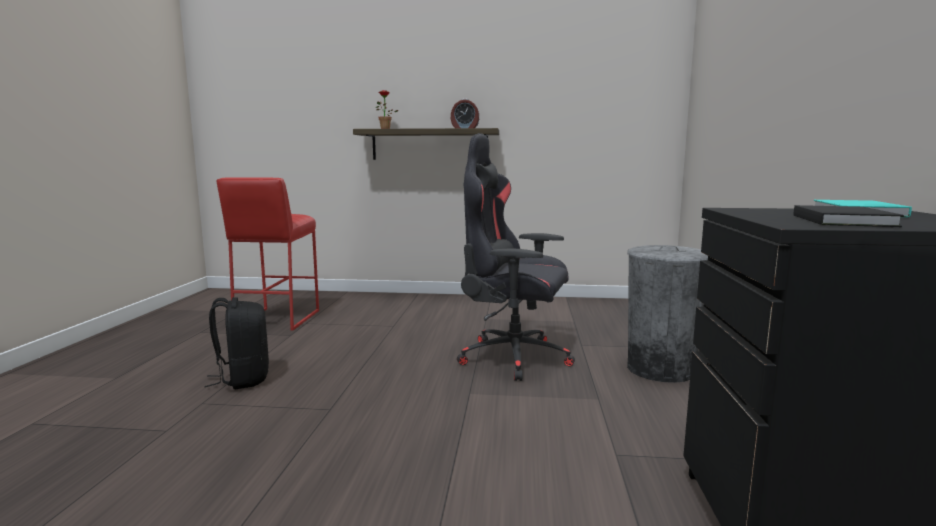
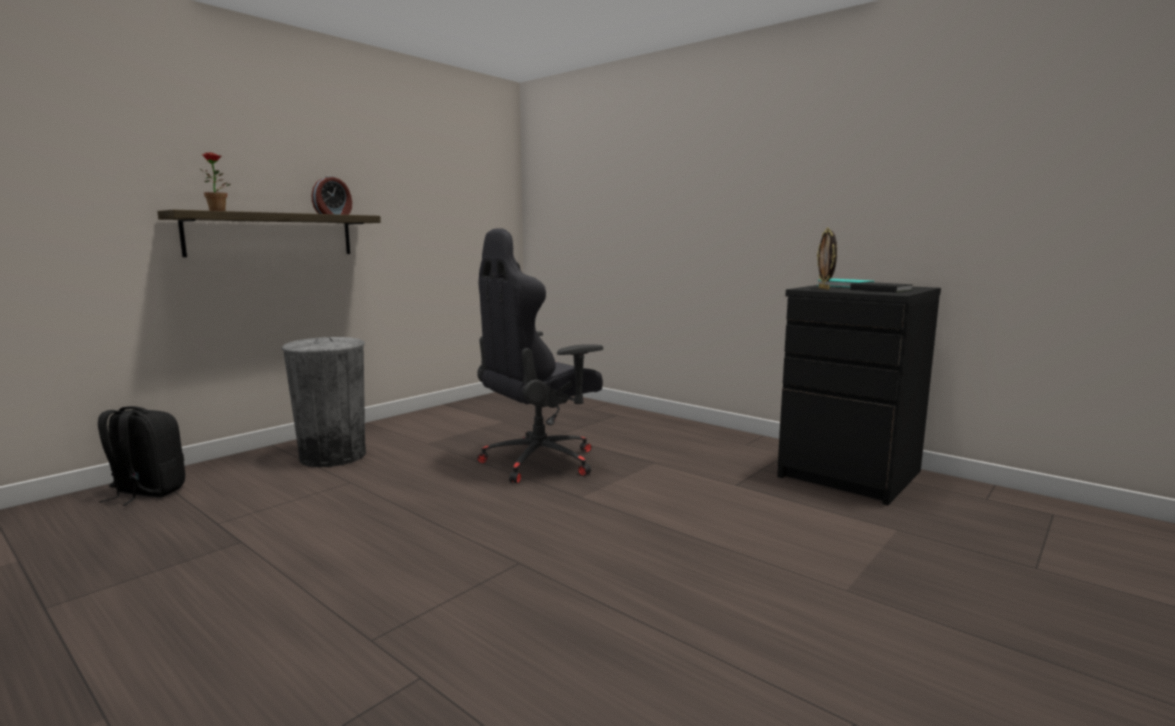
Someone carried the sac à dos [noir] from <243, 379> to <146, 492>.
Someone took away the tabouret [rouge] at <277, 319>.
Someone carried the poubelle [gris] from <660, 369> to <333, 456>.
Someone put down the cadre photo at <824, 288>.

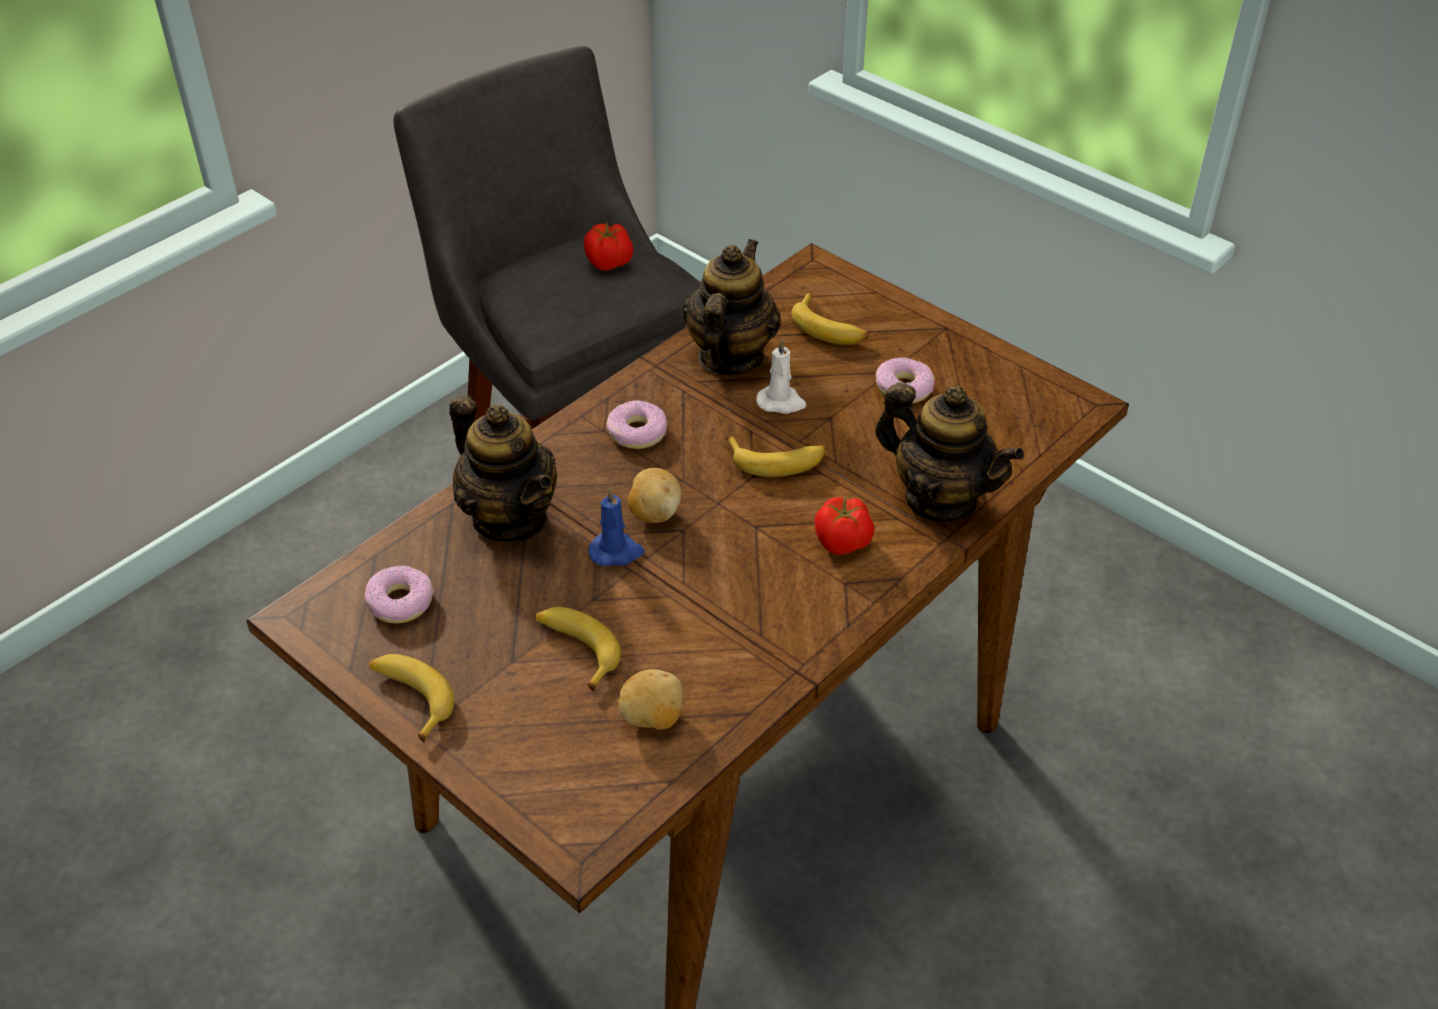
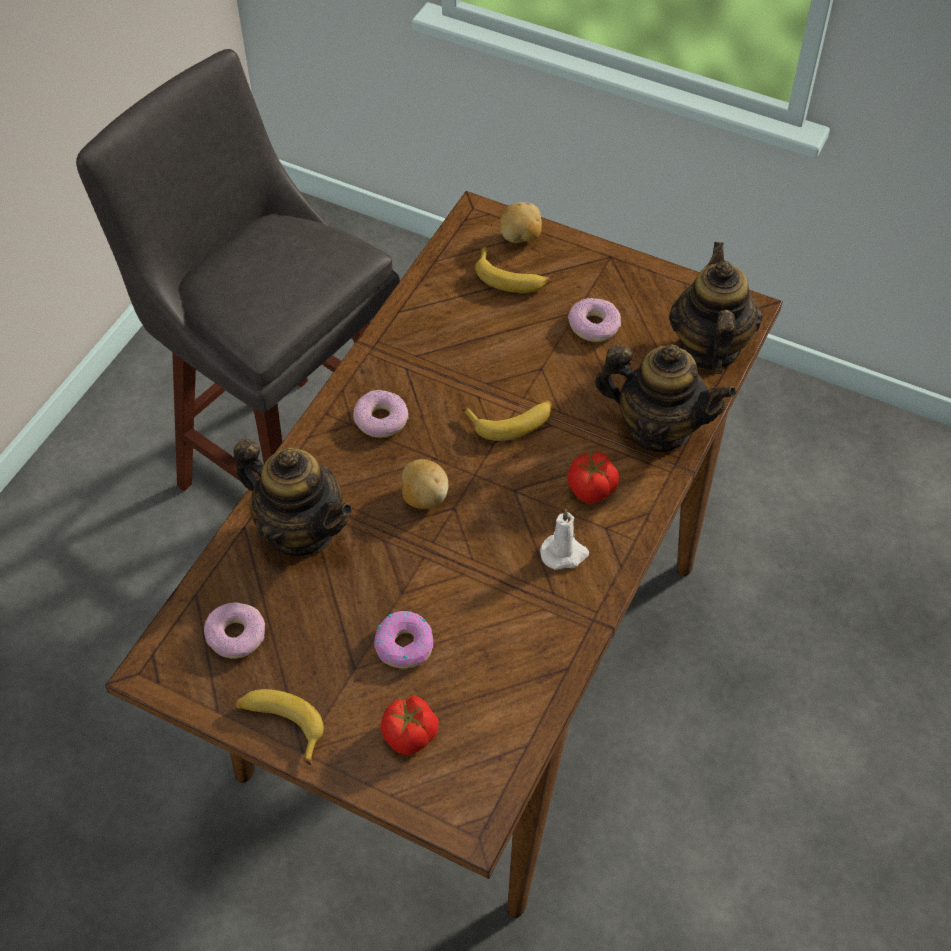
Someone swapped the banane at <576, 650> for the beignet at <404, 644>.
Someone carried the tomate from <610, 263> to <411, 735>.
Someone took away the bougie [bleu] at <616, 552>.
Someone carried the pomme de terre from <652, 718> to <520, 237>.
Someone carried the théière from <729, 357> to <708, 348>.
Someone carried the bougie [blanc] from <781, 402> to <564, 553>.

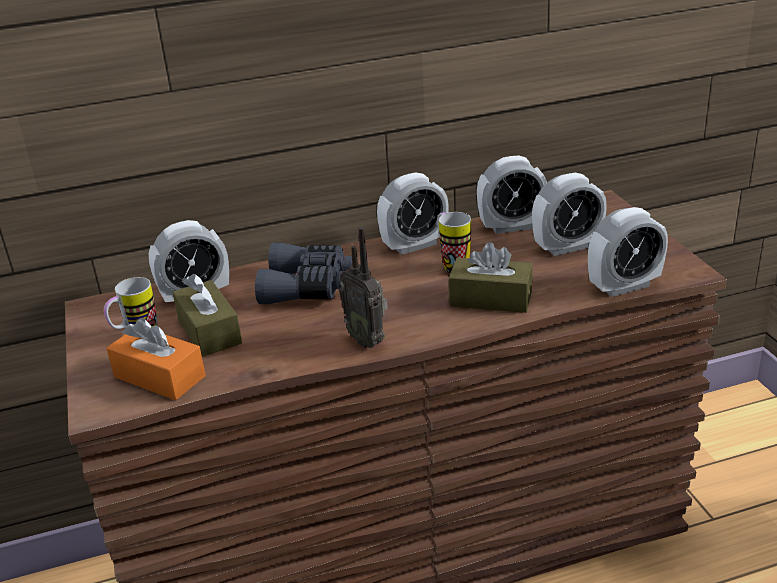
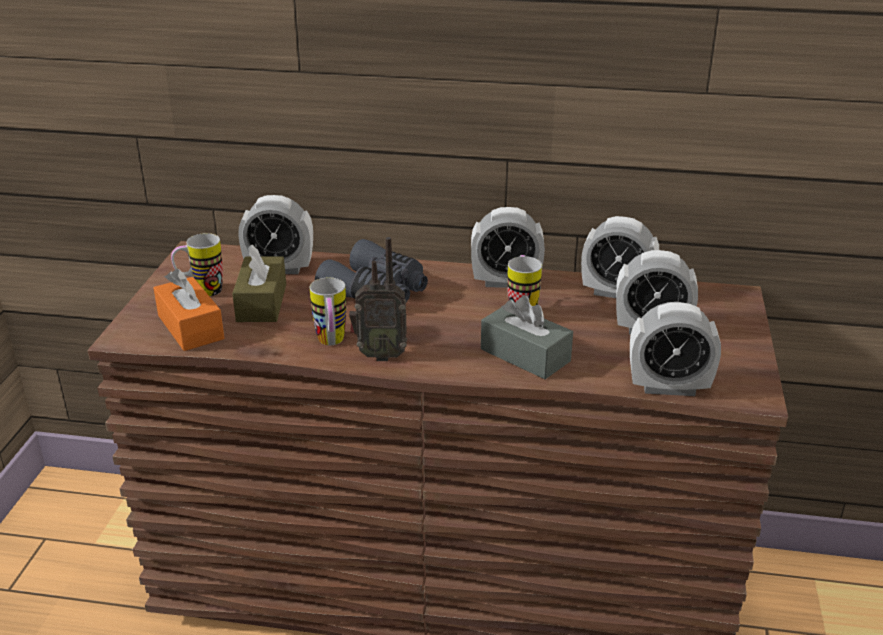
Someone rotated the radio at <368, 340> by 75 degrees counterclockwise.
Someone repainted the boîte à mouchoirs [marron] at <490, 299>, which became the boîte à mouchoirs [gris] at <525, 355>.
Someone put down the mug at <331, 343>.

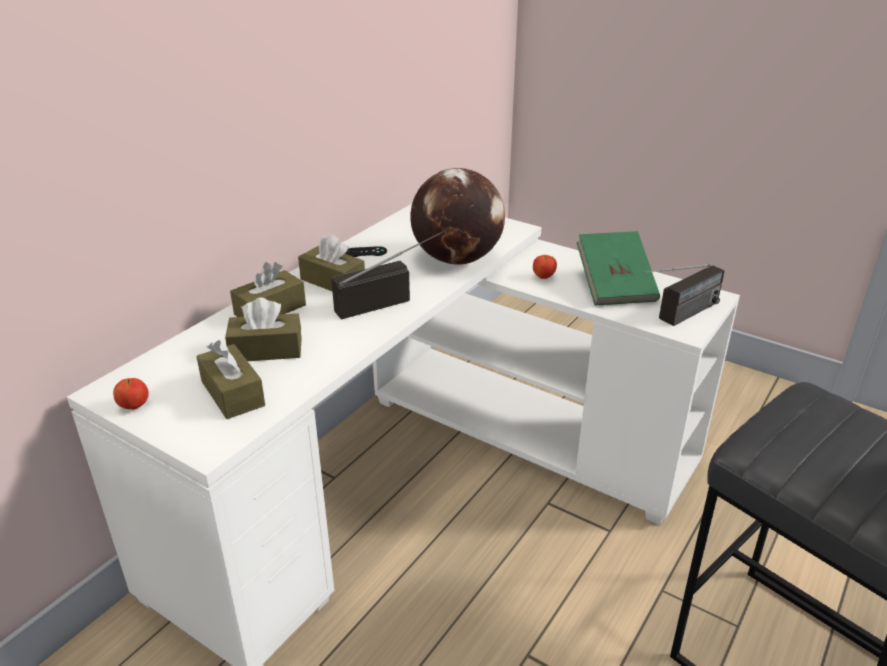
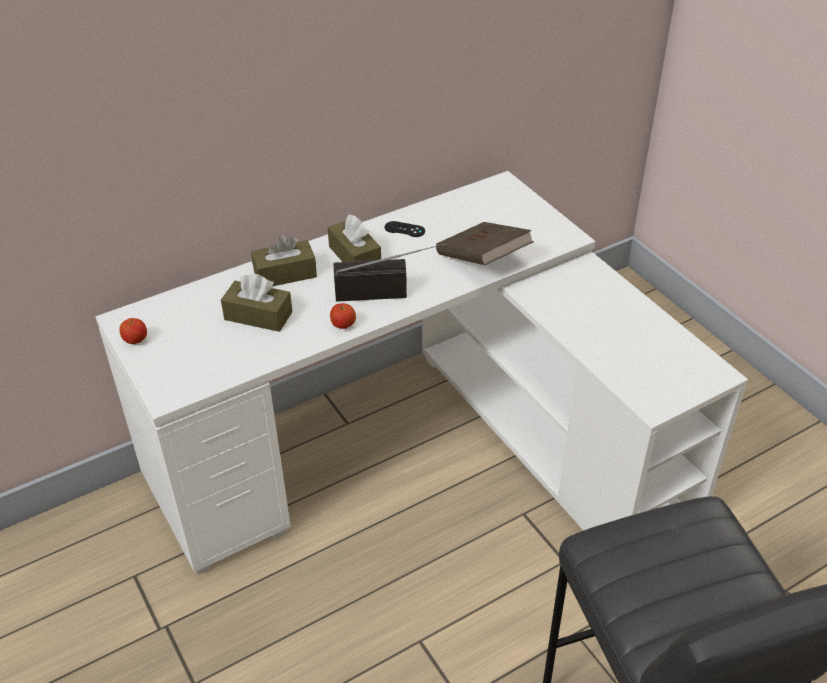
Someone took away the boîte à mouchoirs [marron] at <232, 393>.
Someone swapped the globe at <457, 259> for the livre [marron] at <482, 260>.
Someone carried the pomme from <544, 277> to <343, 326>.
Someone took away the livre [vert] at <615, 287>.
Someone took away the radio at <678, 318>.

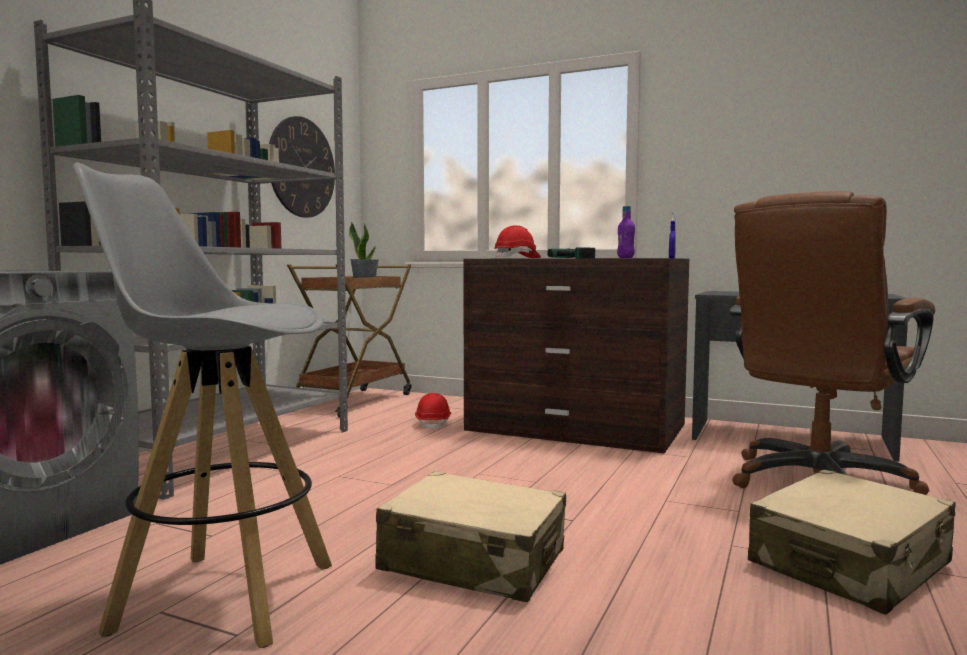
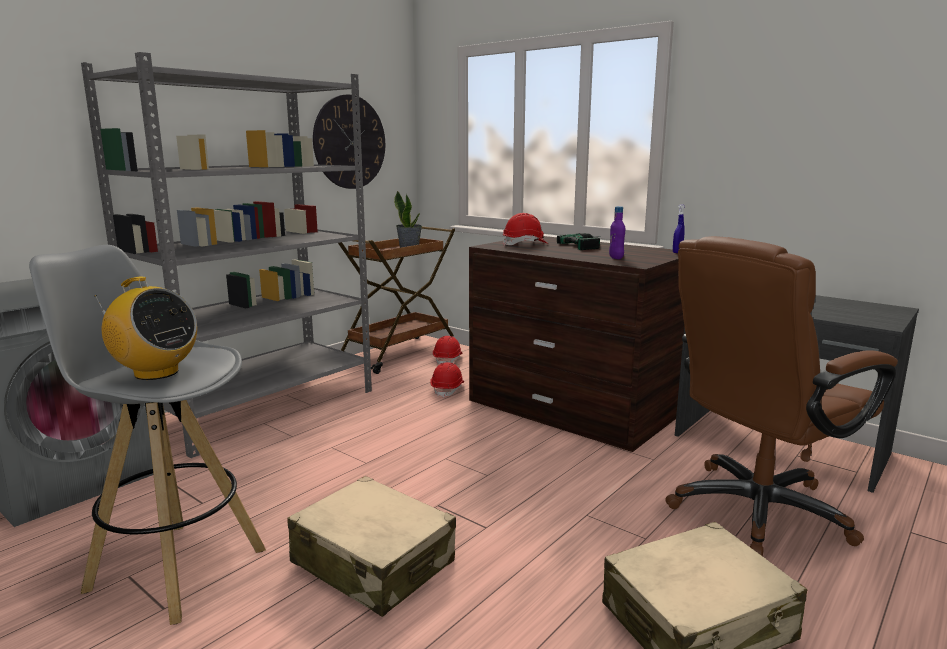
Someone put down the radio at <156, 373>.
Someone put down the casque de chantier [rouge] at <448, 360>.

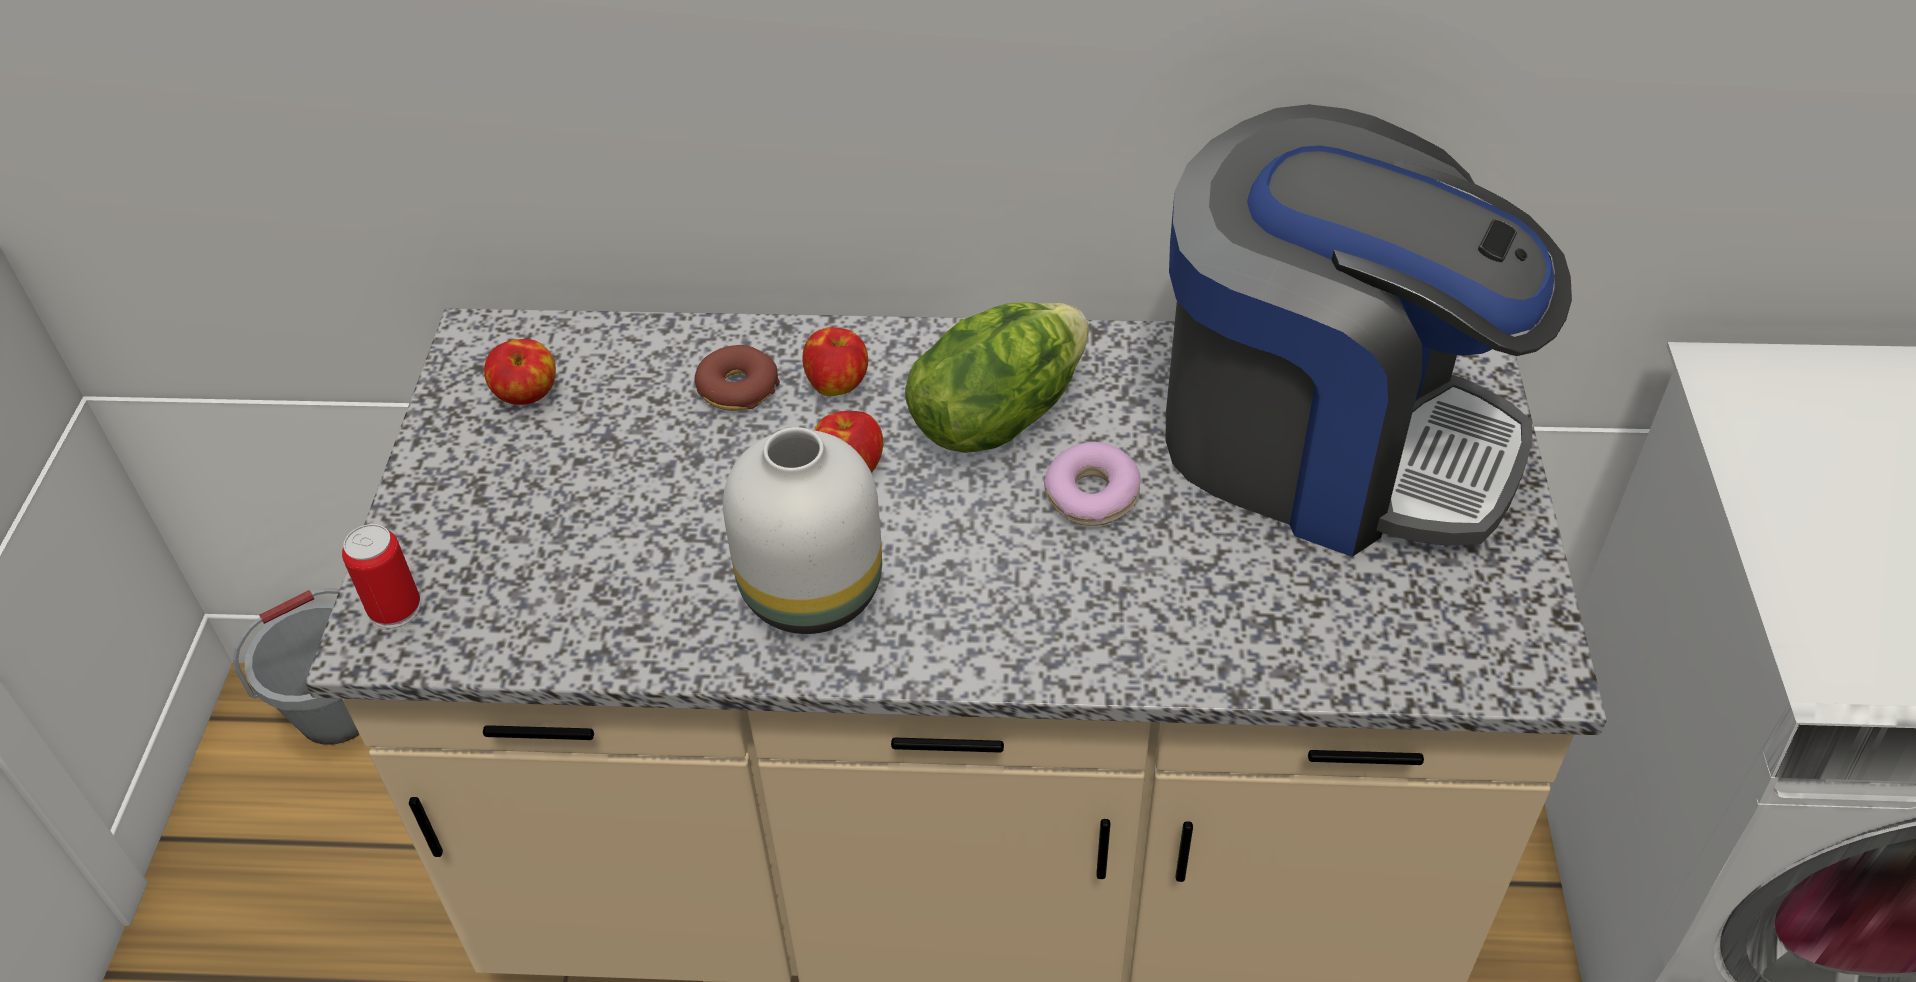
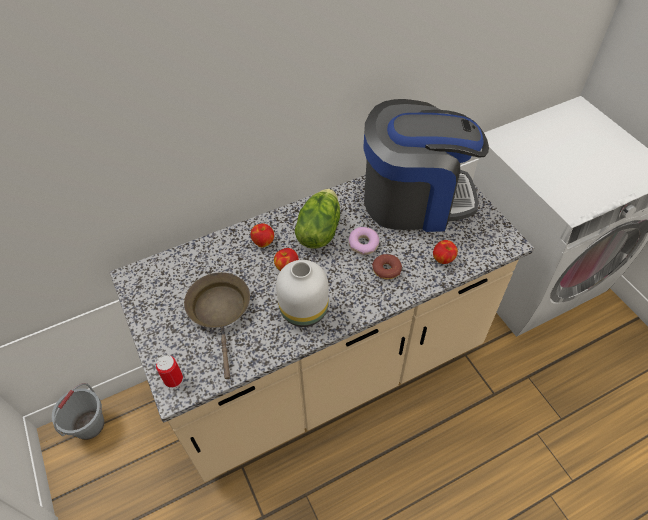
Someone carried the pomme from <527, 396> to <443, 259>.
Someone carried the beignet from <737, 388> to <386, 270>.
Someone put down the poêle [marron] at <220, 312>.

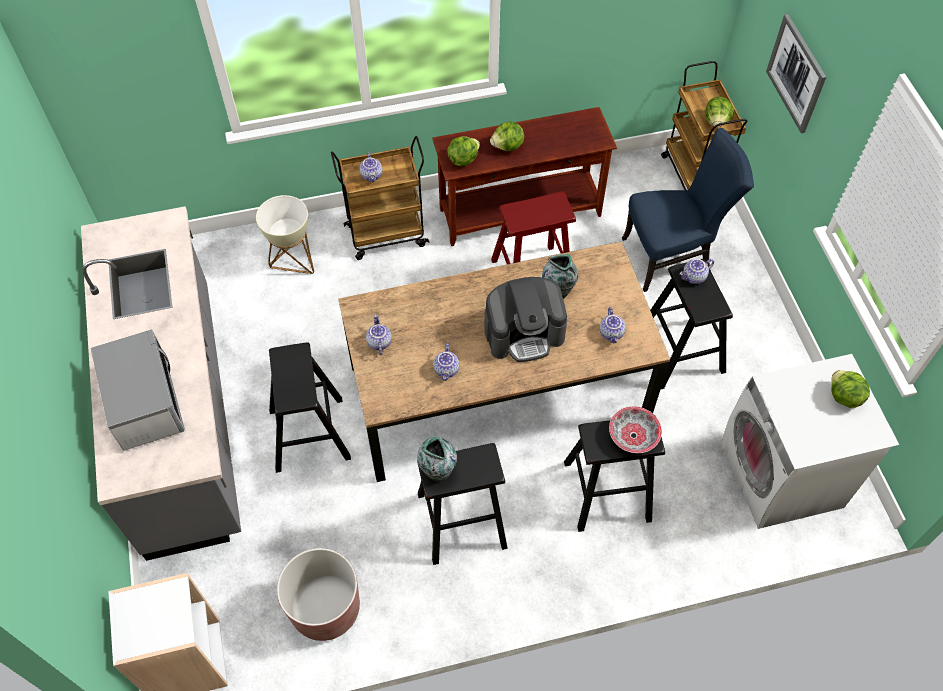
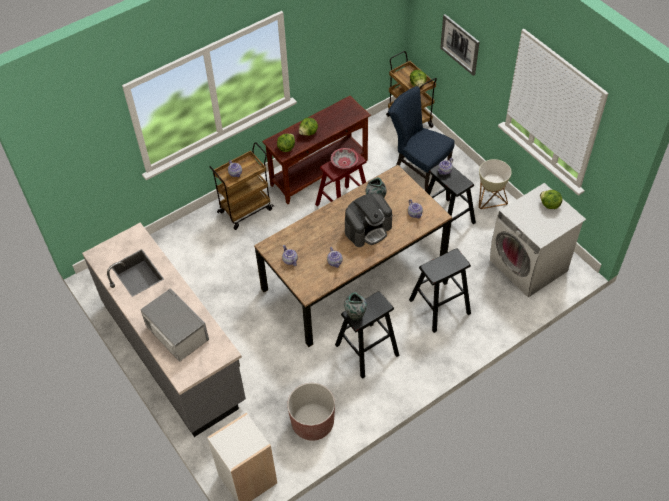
Someone carried the cache-pot from <293, 259> to <489, 200>.
Someone took away the tabouret [noir] at <309, 434>.
Someone carried the bol from <633, 435> to <344, 162>.
Someone rotated the chaise [bleu] at <672, 256> by 105 degrees counterclockwise.

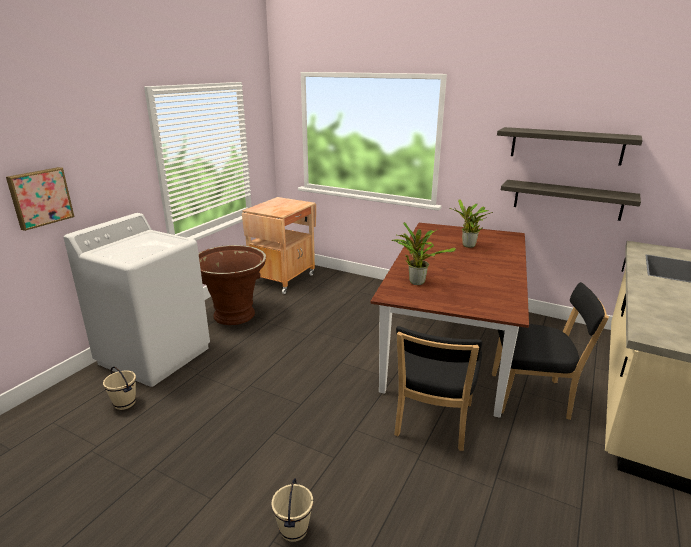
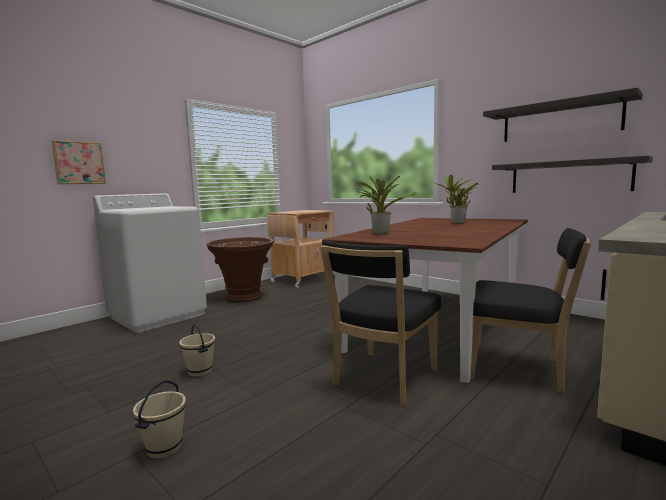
Someone carried the seau [beige] from <124, 403> to <199, 371>.

